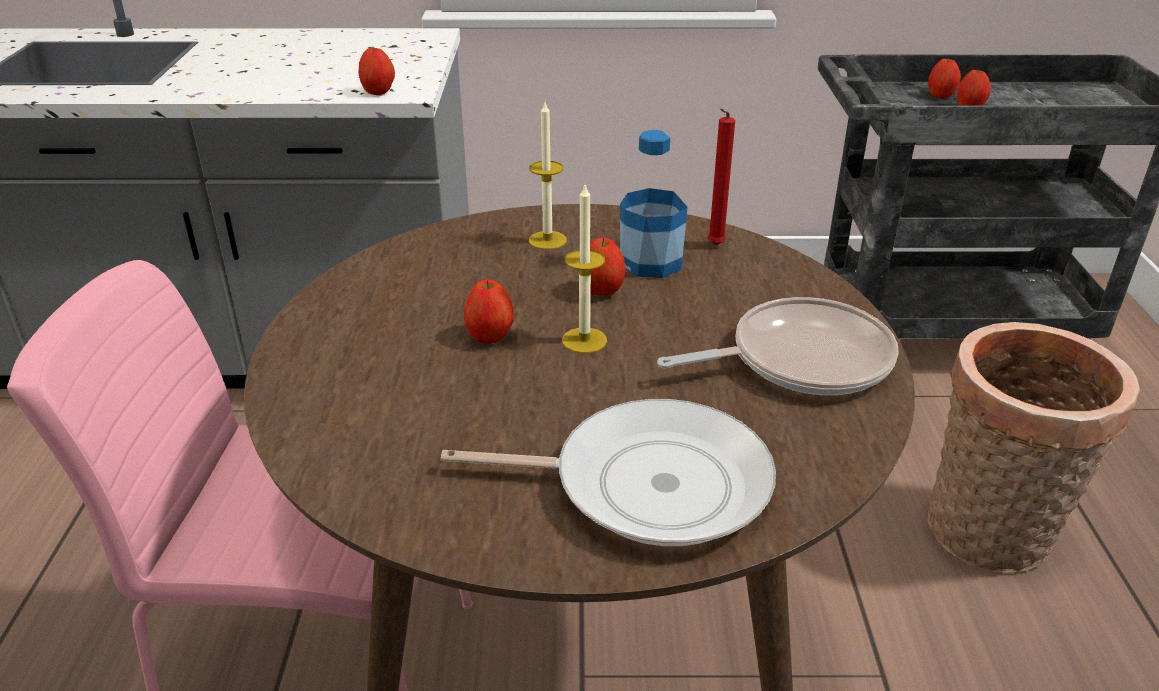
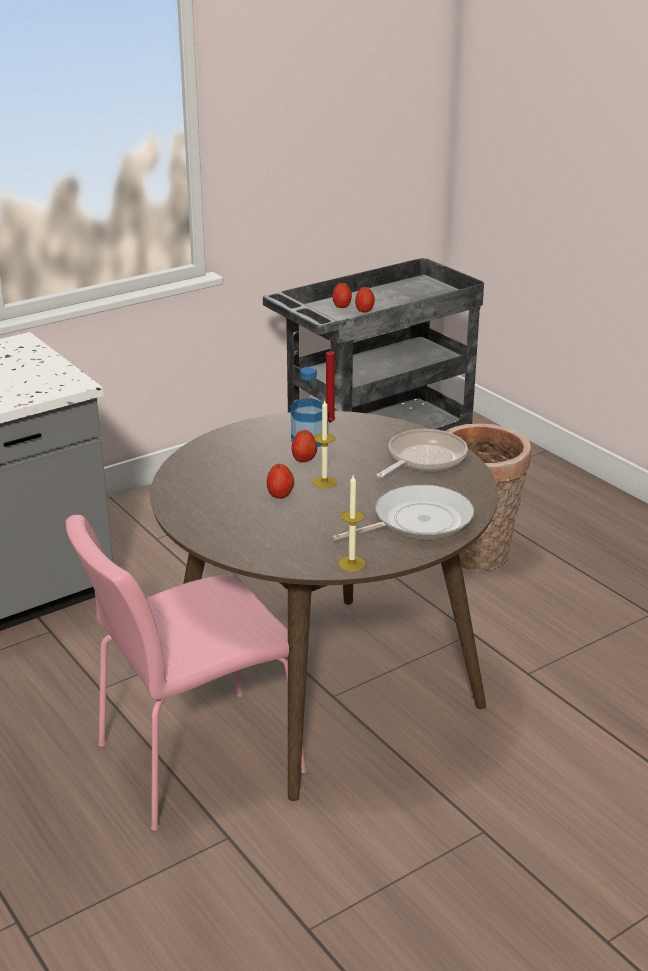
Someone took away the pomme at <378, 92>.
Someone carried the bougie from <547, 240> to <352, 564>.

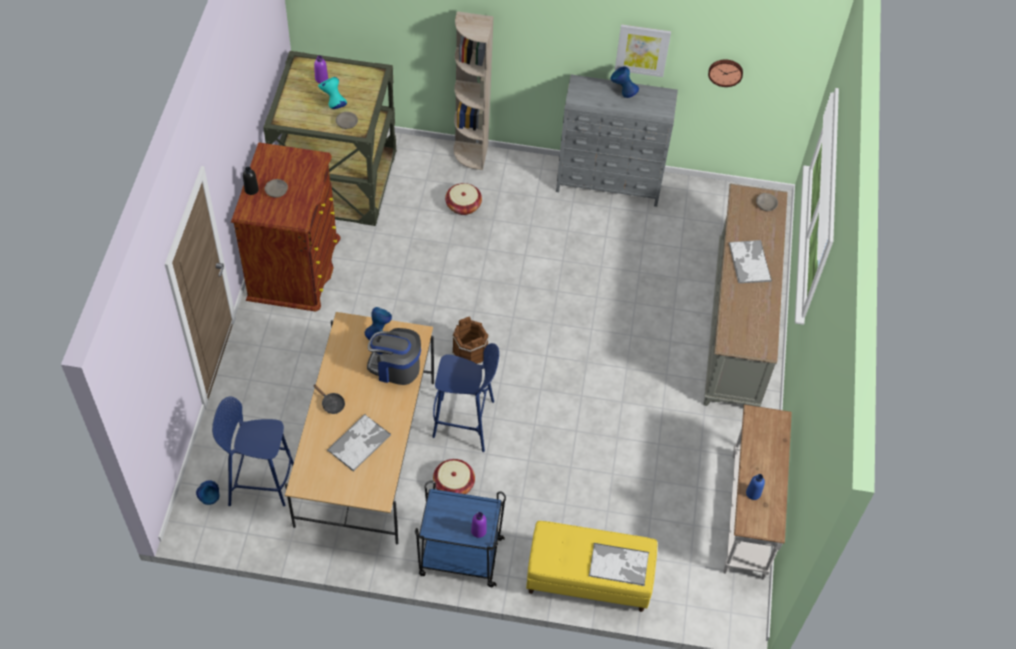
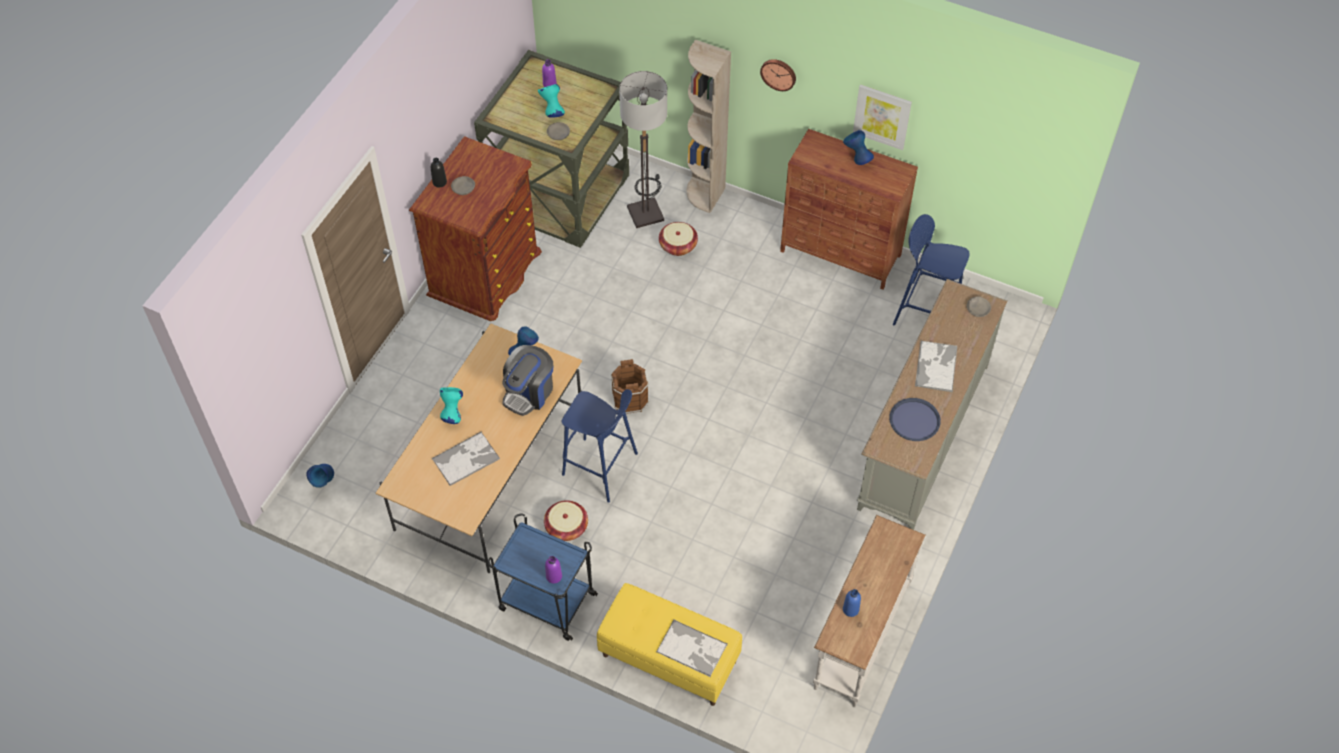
Someone carried the tabouret [bleu] from <260, 481> to <925, 310>.
Someone swapped the poêle [noir] at <331, 404> for the vase [turquoise] at <452, 414>.
Someone rotated the machine à café at <395, 367> by 90 degrees counterclockwise.
Someone repainted the commode [gris] at <609, 182>, which became the commode [marron] at <840, 253>.
Someone carried the horloge murale from <725, 71> to <779, 73>.
Someone put down the lampadaire at <646, 206>.
Someone put down the plateau [bleu] at <914, 420>.

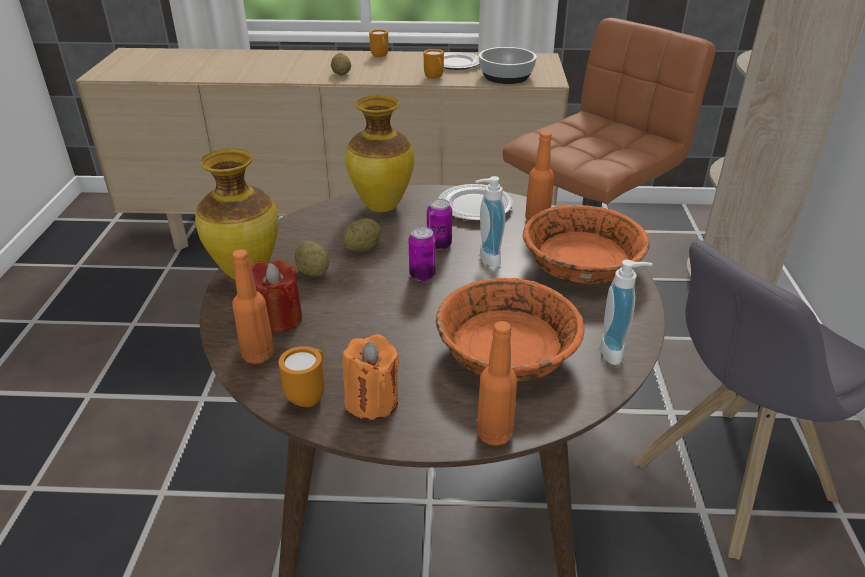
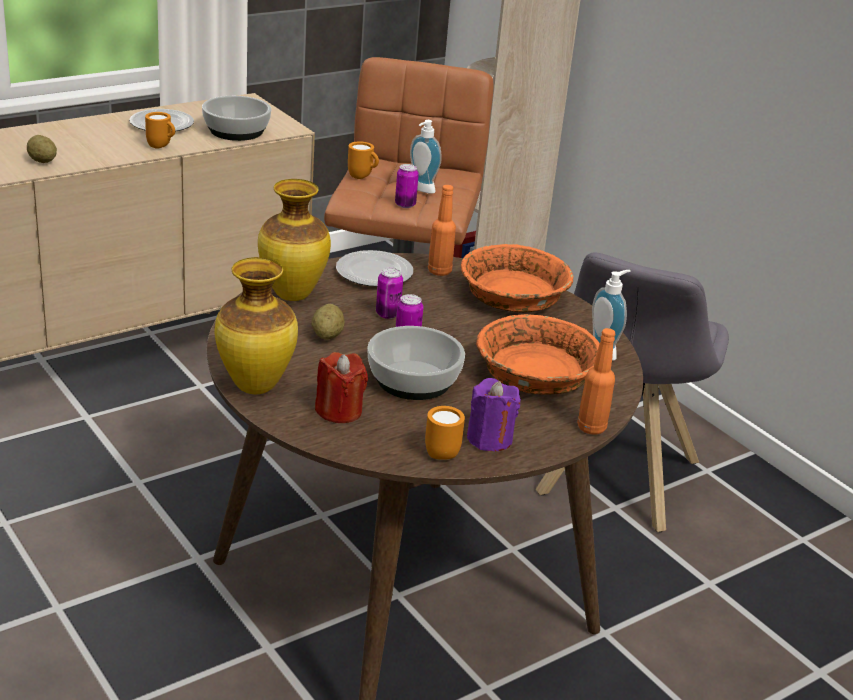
Someone took away the bouteille [orange] at <258, 355>.
Someone took away the pomme de terre at <313, 272>.
Someone repainted the bougie [orange] at <372, 401>, which became the bougie [violet] at <489, 439>.
Someone carried the mug [orange] from <380, 56> to <362, 177>.
Someone carried the distributeur de savon from <486, 258> to <420, 190>.
Someone put down the bol at <412, 380>.
Someone put down the boîte métallique at <405, 205>.

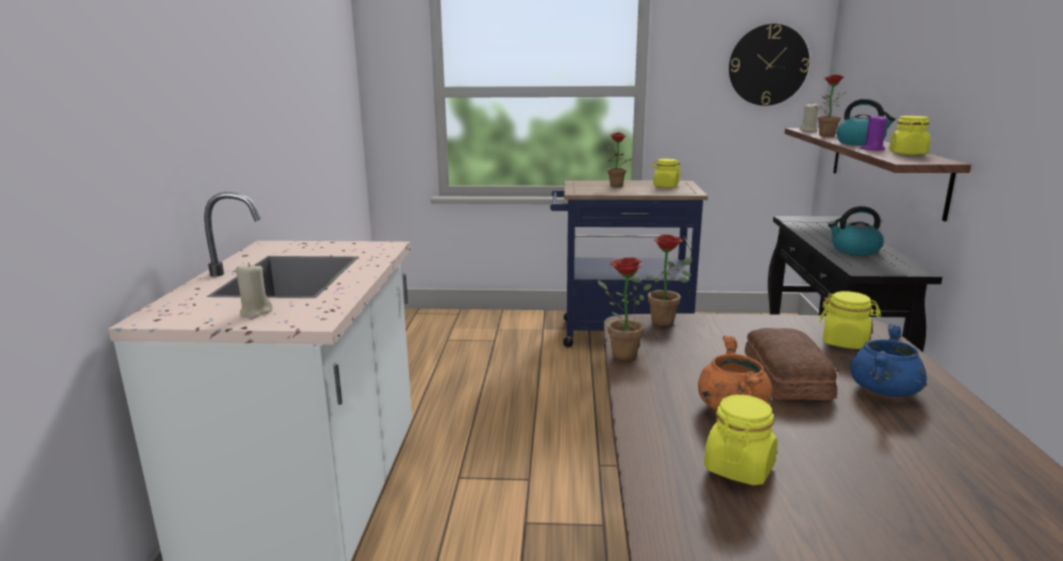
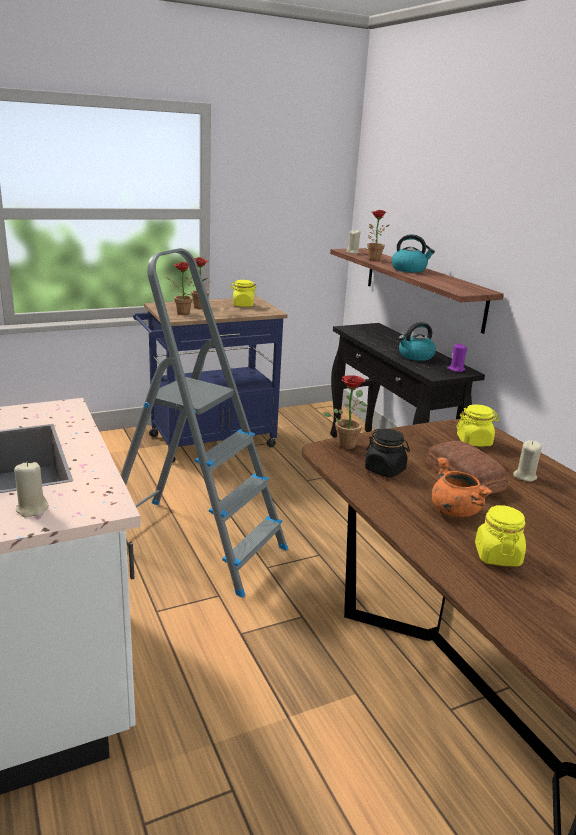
Someone carried the plante en pot from <619, 353> to <180, 313>.
Someone took away the horloge murale at <768, 65>.
Someone swapped the marmite [bleu] at <884, 390> for the bougie [beige] at <524, 476>.
Someone carried the bougie [violet] from <872, 149> to <456, 369>.
Someone took away the bocal [jaune] at <907, 153>.
Someone put down the escabeau [gris] at <195, 545>.
Someone put down the bocal [noir] at <385, 470>.

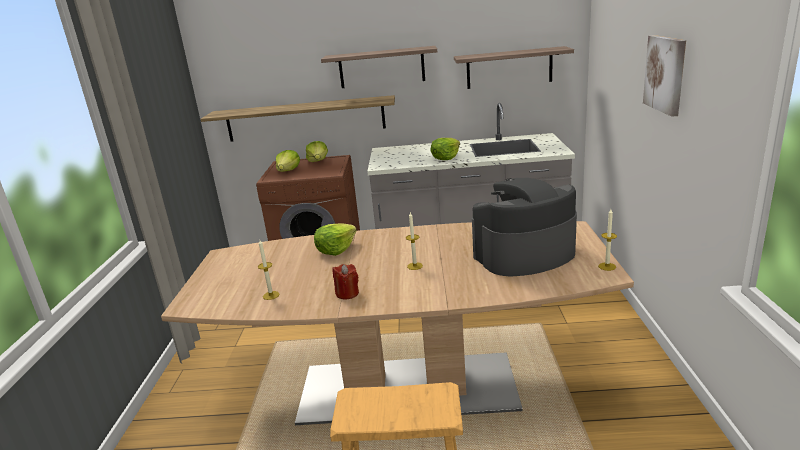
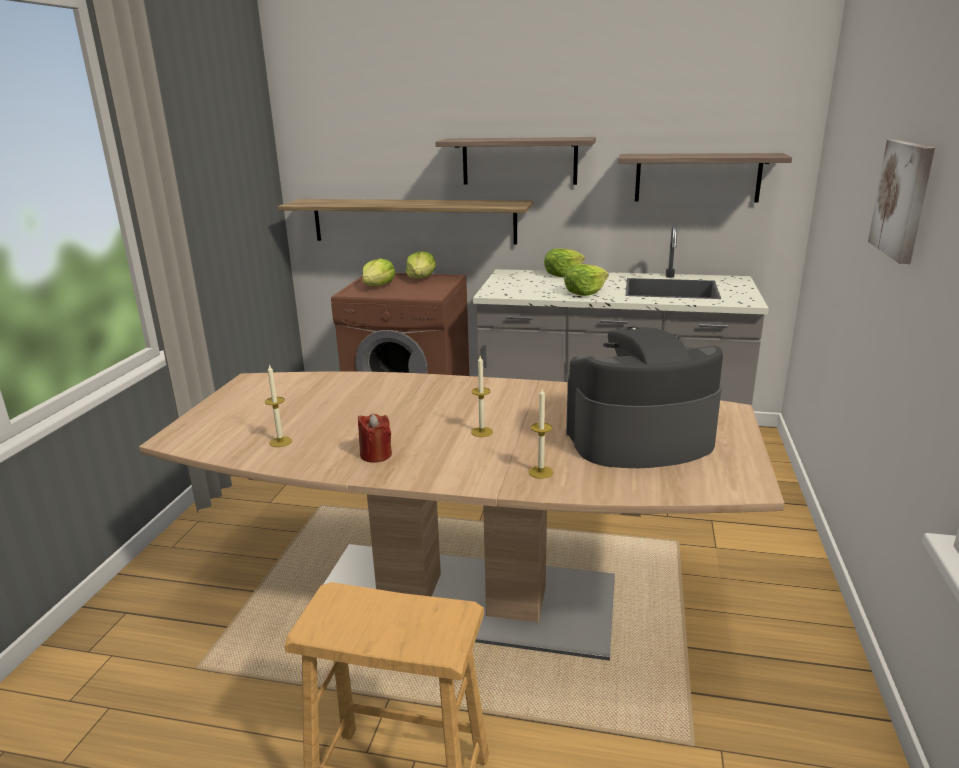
Someone carried the laitue from <336, 249> to <563, 274>.
Someone carried the bougie from <607, 266> to <541, 472>.

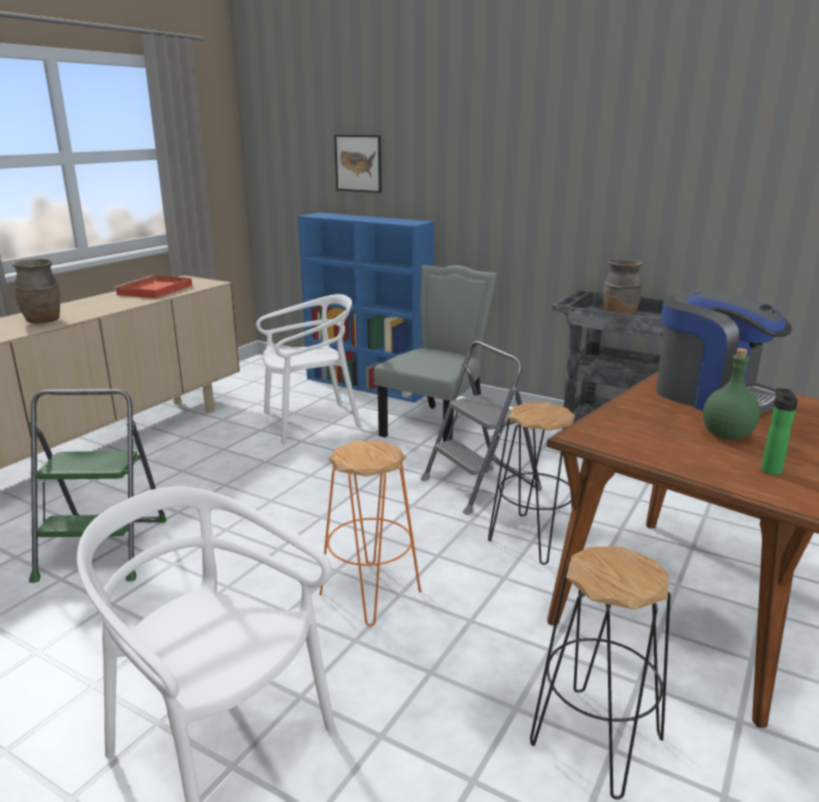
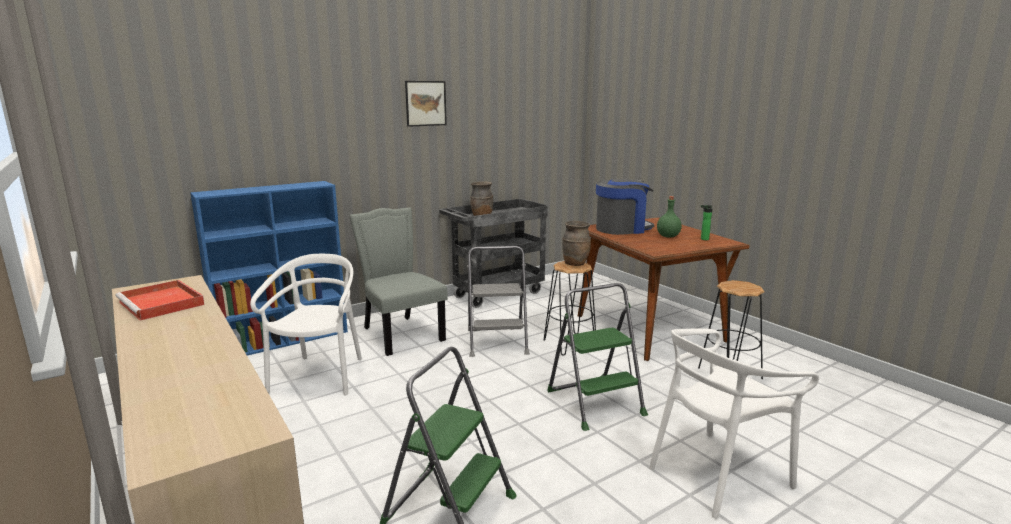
Someone carried the vase [marron] from <44, 321> to <575, 264>.
Someone swapped the tabouret [orange] at <371, 593> for the escabeau [vert] at <593, 400>.
Someone carried the tableau from <358, 163> to <425, 103>.

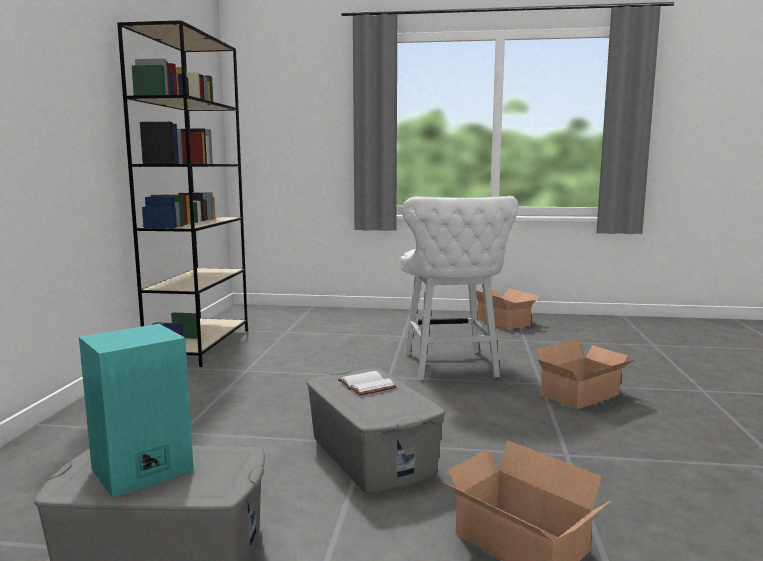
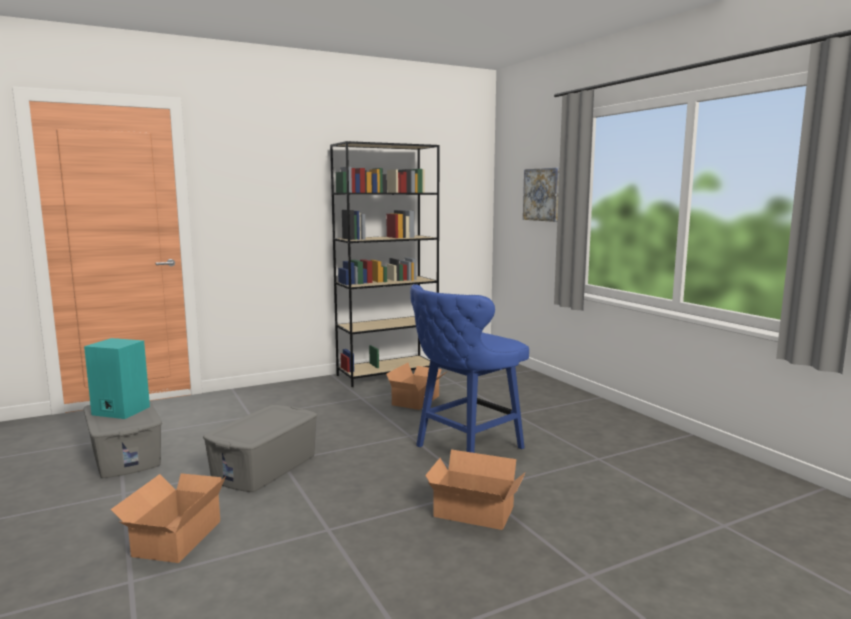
Someone took away the livre [blanc] at <365, 385>.
Someone repainted the tabouret [blanc] at <450, 367>, which became the tabouret [bleu] at <465, 448>.
Someone carried the carton from <504, 322> to <418, 400>.
Someone put up the tableau at <542, 194>.

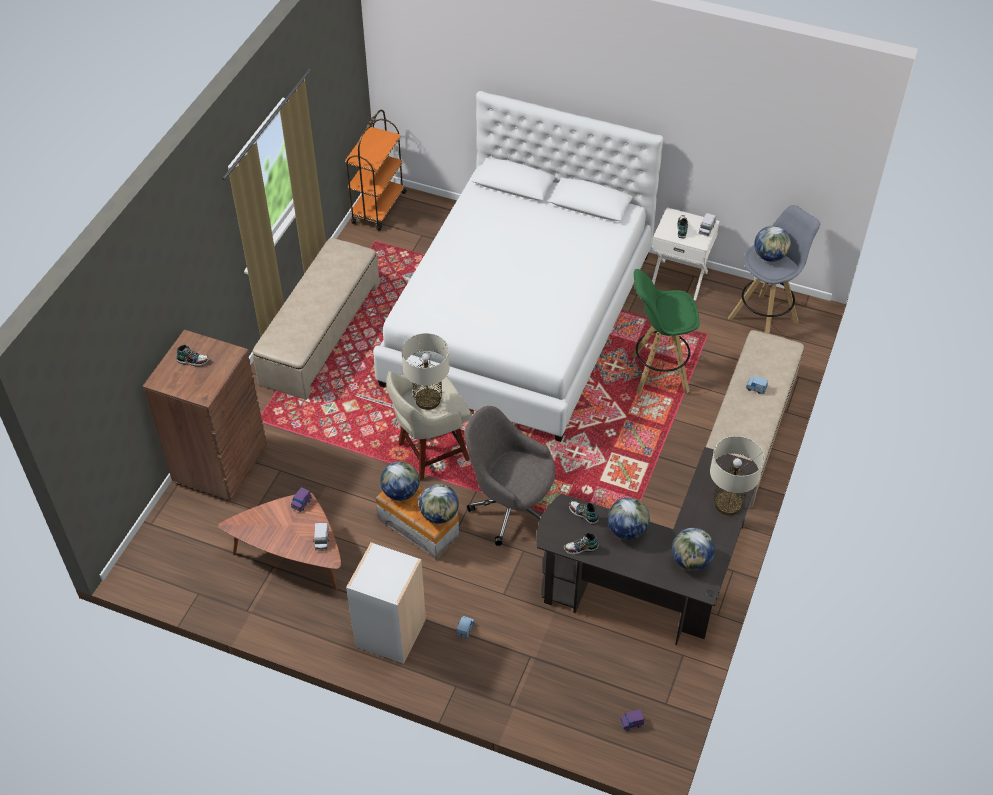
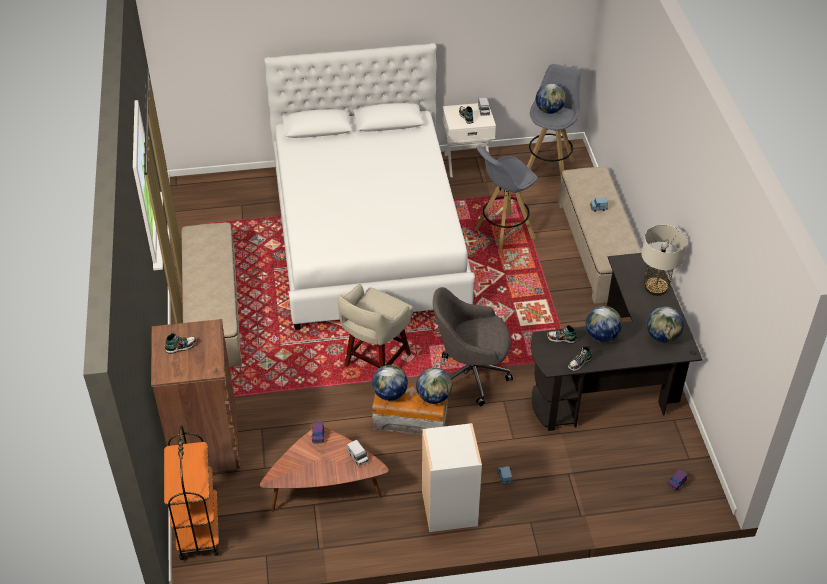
Someone carried the chariot [orange] from <378, 209> to <198, 528>.
Someone took away the lampe de table at <428, 400>.
Someone repainted the tabouret [vert] at <657, 373>, which became the tabouret [gris] at <502, 234>.

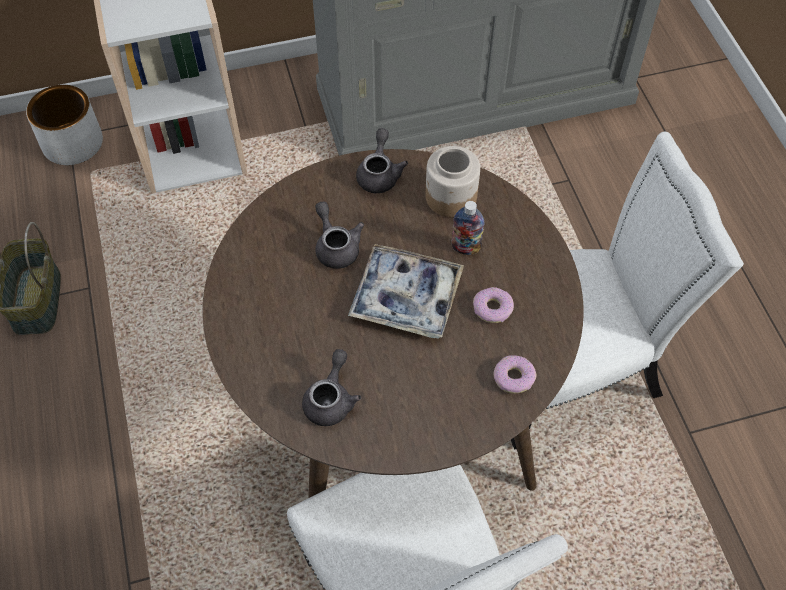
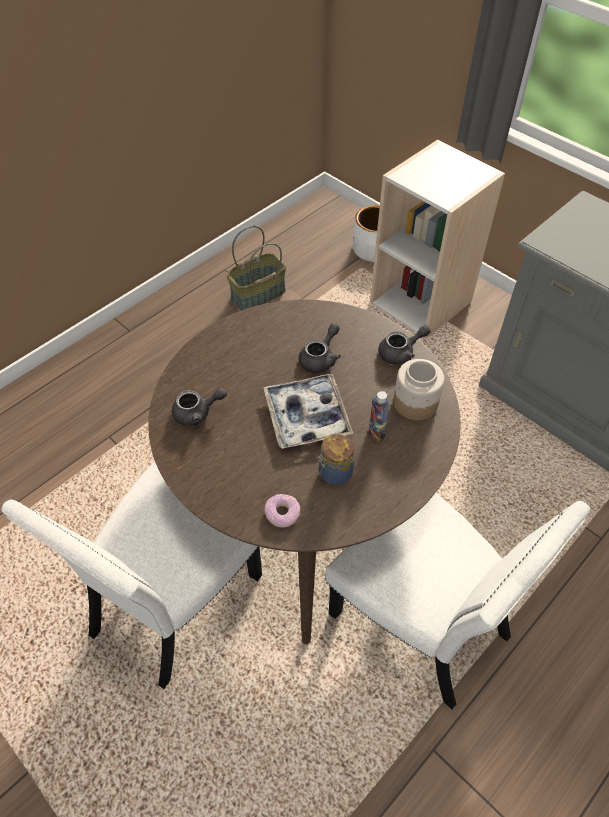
Someone swapped the beignet at <492, 309> for the bocal at <334, 473>.

